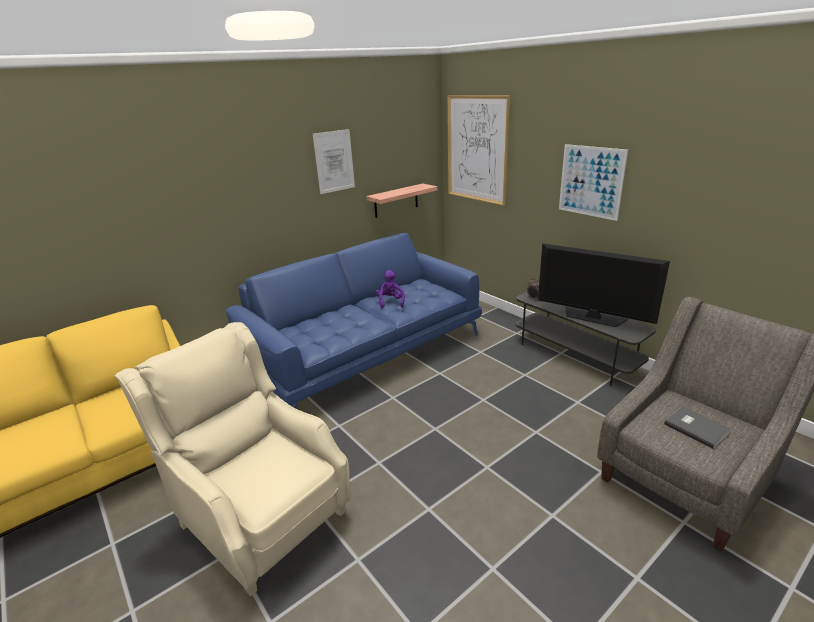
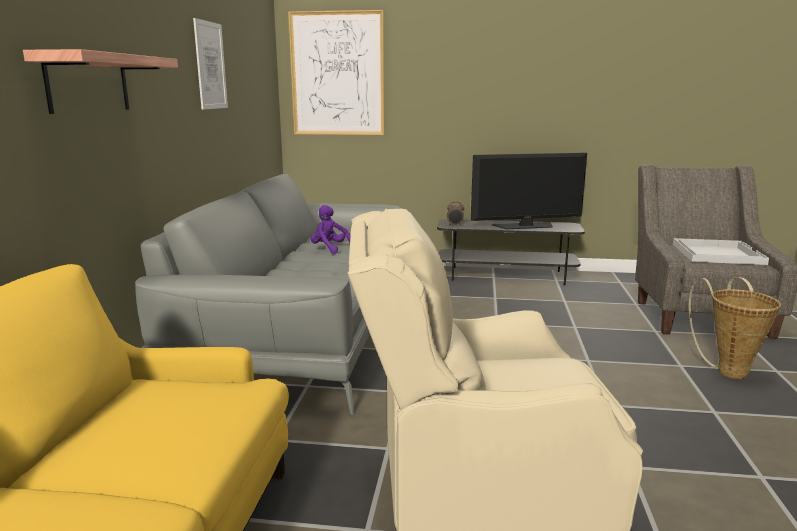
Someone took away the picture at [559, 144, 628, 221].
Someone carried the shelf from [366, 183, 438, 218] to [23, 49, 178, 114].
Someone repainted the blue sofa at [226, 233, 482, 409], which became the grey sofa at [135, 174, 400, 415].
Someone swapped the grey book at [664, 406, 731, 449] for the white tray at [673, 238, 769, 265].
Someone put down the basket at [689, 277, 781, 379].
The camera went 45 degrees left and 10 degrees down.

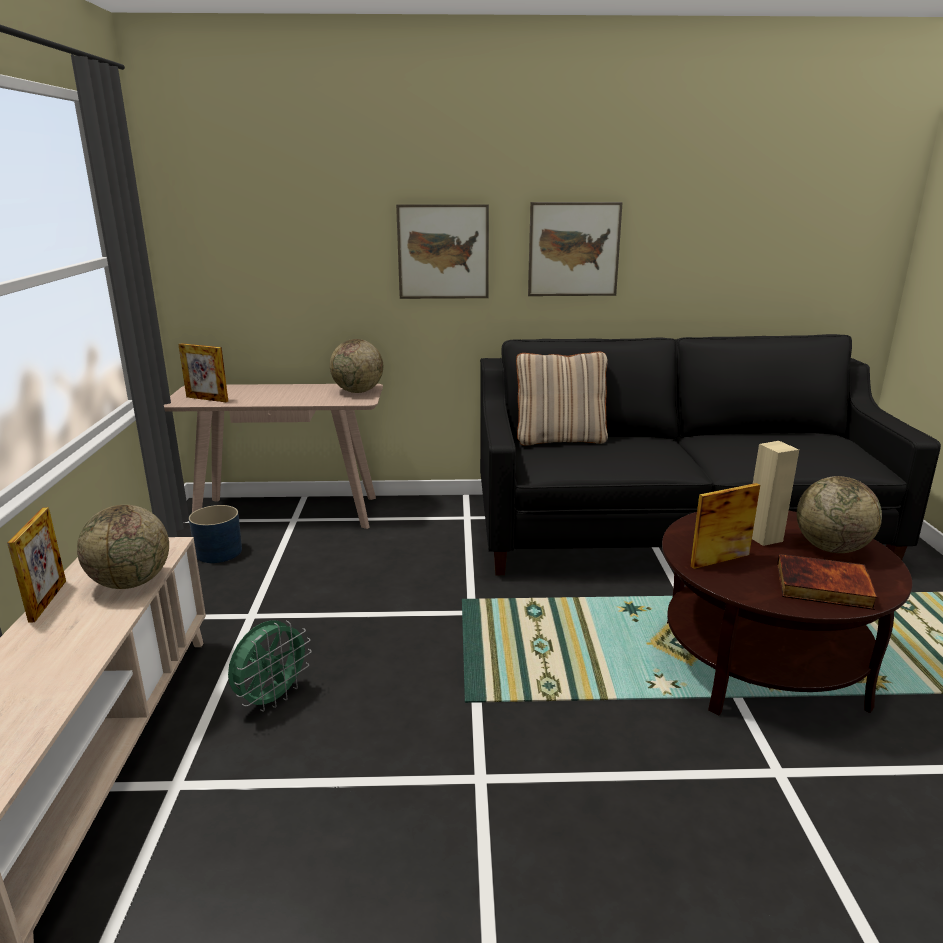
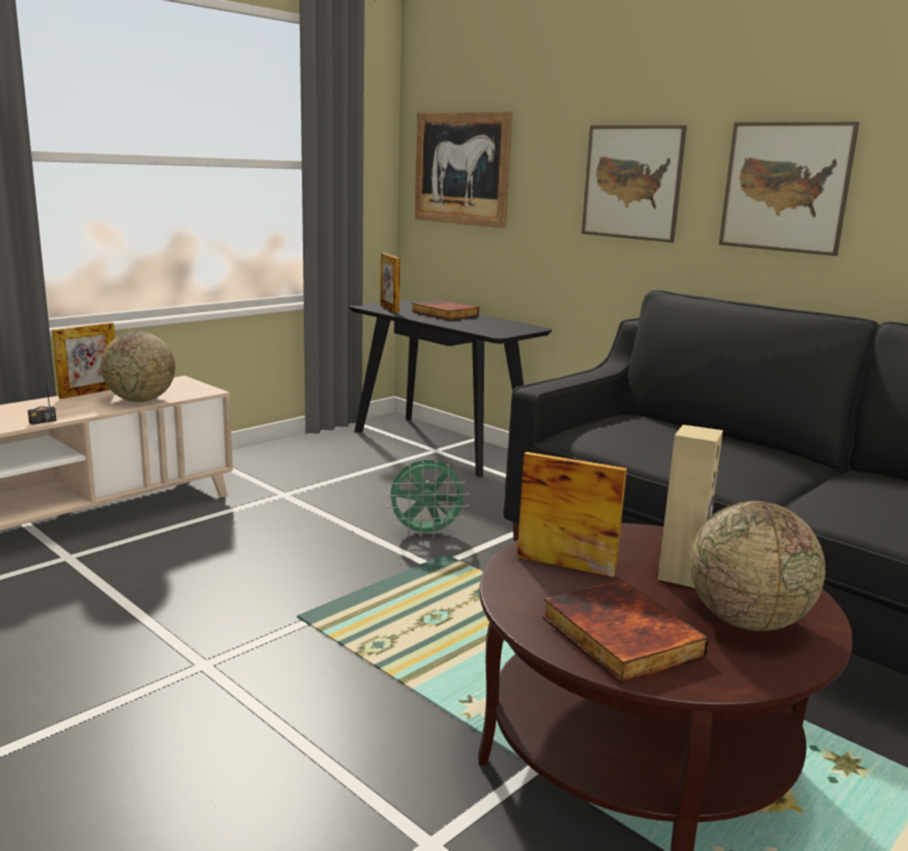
Someone took away the globe at [330, 339, 383, 393].
Someone took away the beige pillow at [516, 352, 608, 446].
Someone repainted the beige console table at [164, 384, 383, 529], which became the black console table at [349, 300, 552, 477].
Someone took away the blue planter at [189, 505, 242, 563].
Someone carried the green fan from [228, 620, 312, 712] to [387, 460, 469, 538].
Someone put up the picture at [415, 111, 512, 228].
Someone put down the book at [411, 300, 479, 320].
Someone put down the radio at [28, 359, 57, 425].
The camera went 45 degrees right and 5 degrees down.

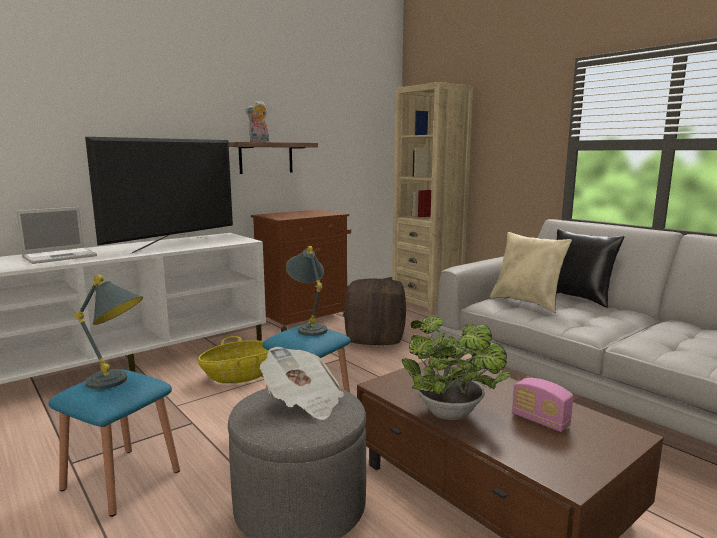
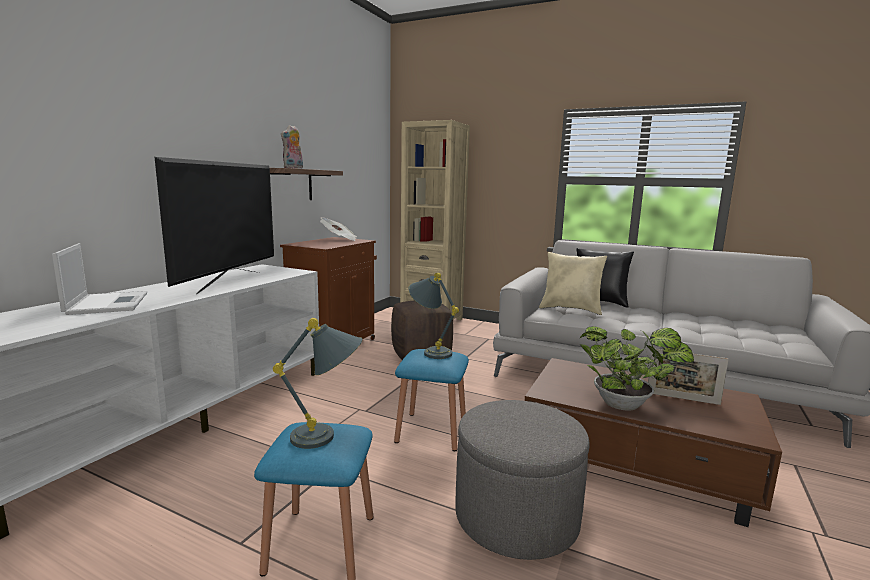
Someone rotated the laptop at [15, 207, 97, 264] by 45 degrees counterclockwise.
Someone took away the basket at [198, 336, 269, 384].
Someone carried the newspaper from [260, 347, 344, 420] to [320, 217, 357, 241].
Someone swapped the radio at [512, 378, 573, 432] for the picture frame at [648, 349, 729, 405].
The camera went 25 degrees left and 0 degrees up.

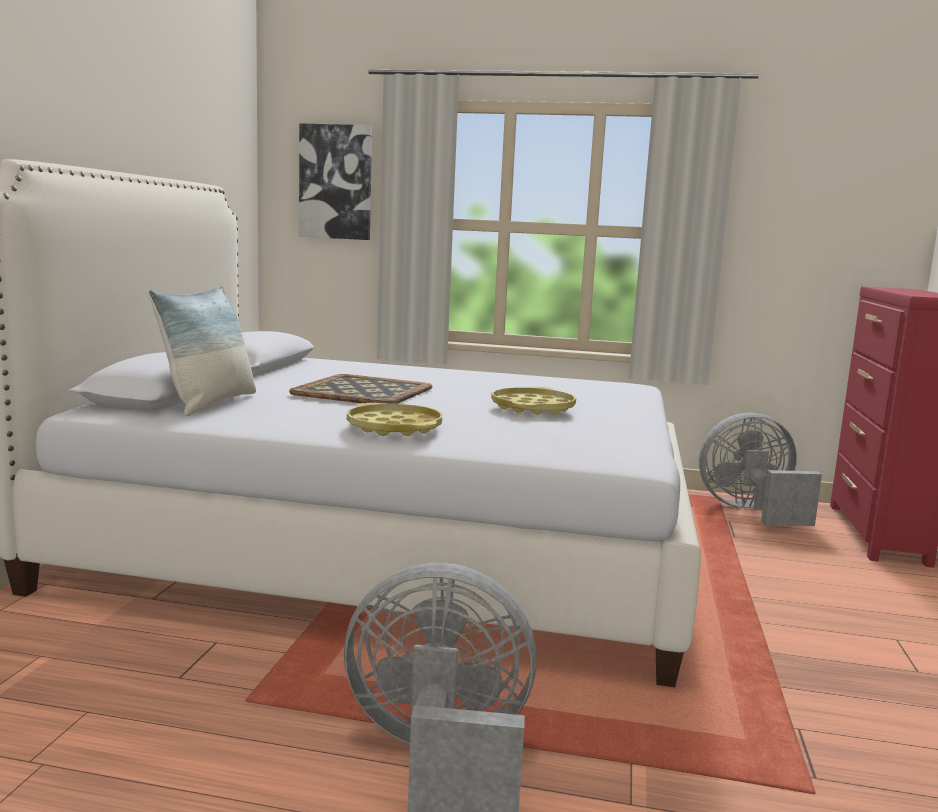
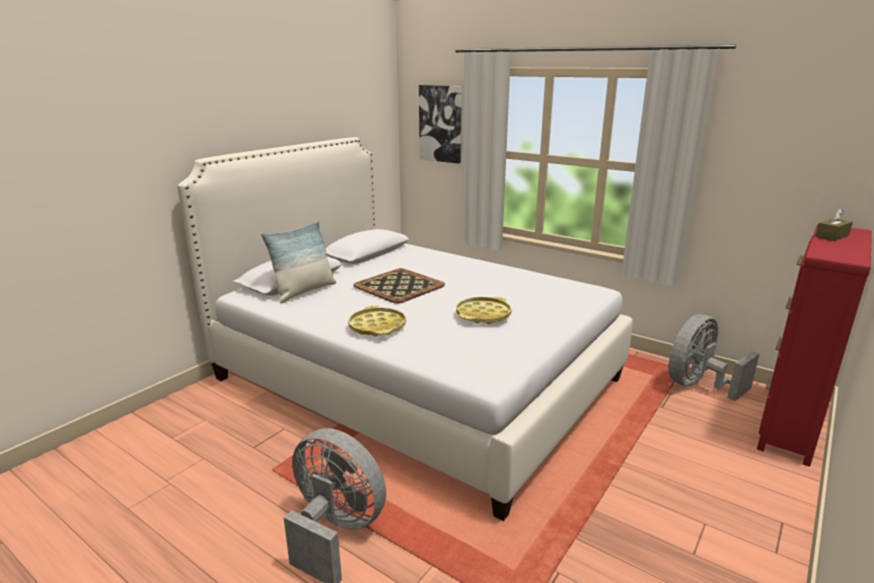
Someone rotated the grey fan at [699, 413, 822, 526] by 60 degrees counterclockwise.
Someone put down the brown tissue box at [815, 208, 853, 241].
The camera went 25 degrees right and 10 degrees up.

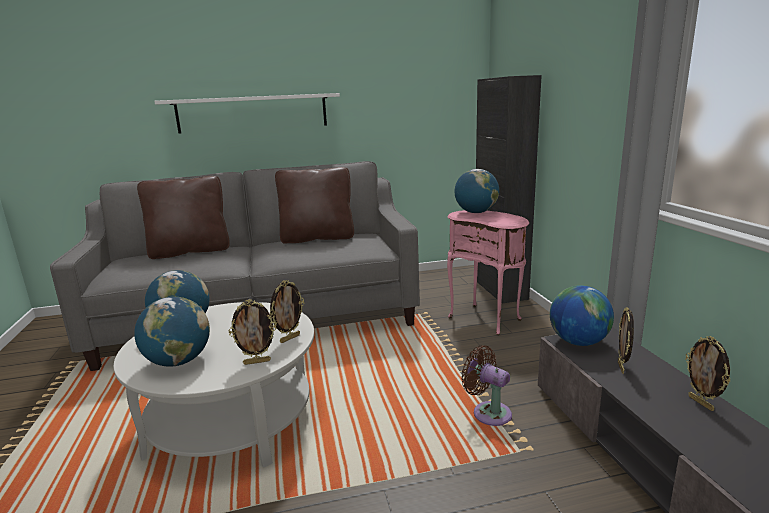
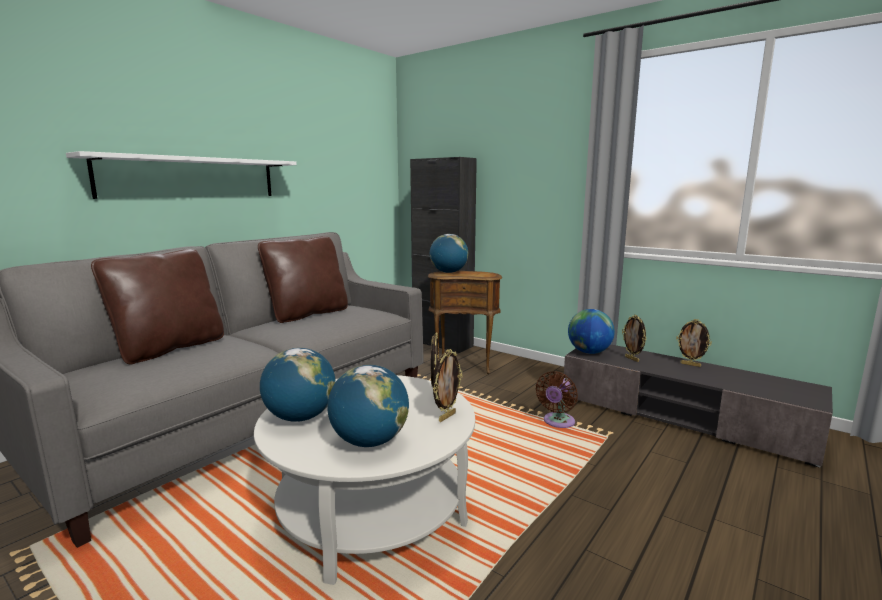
Someone repainted the pink side table at [447, 210, 529, 335], which became the brown side table at [428, 271, 502, 374].
Someone rotated the brown fan at [461, 345, 512, 426] by 60 degrees counterclockwise.
The camera went 40 degrees left and 5 degrees down.

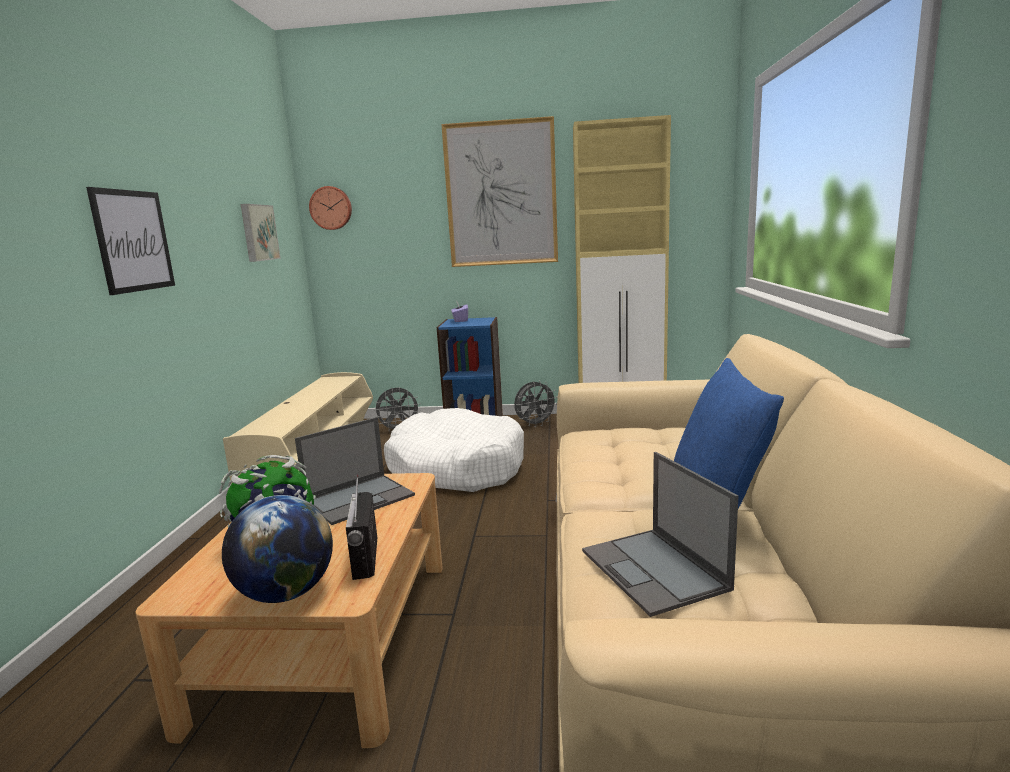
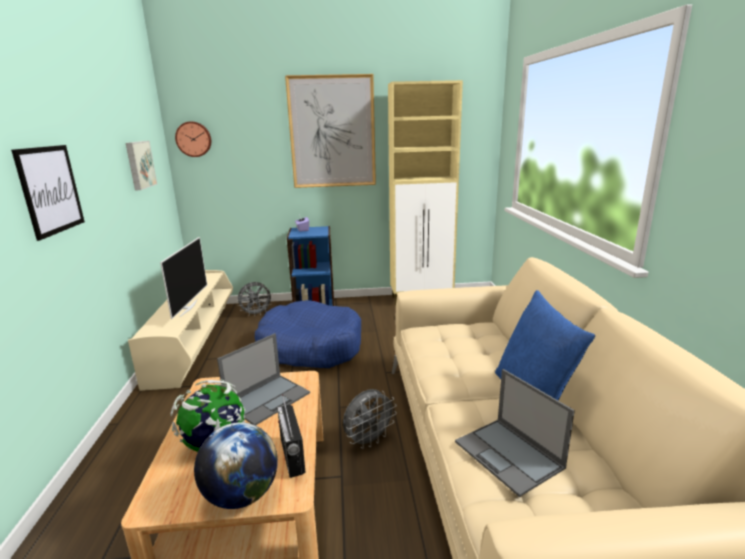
Someone carried the grey fan from [514, 381, 557, 427] to [343, 389, 397, 449].
Someone repainted the white dog bed at [384, 408, 524, 492], which became the blue dog bed at [255, 300, 361, 368].
Someone put down the television at [160, 237, 207, 319].
The camera went 10 degrees left and 5 degrees up.

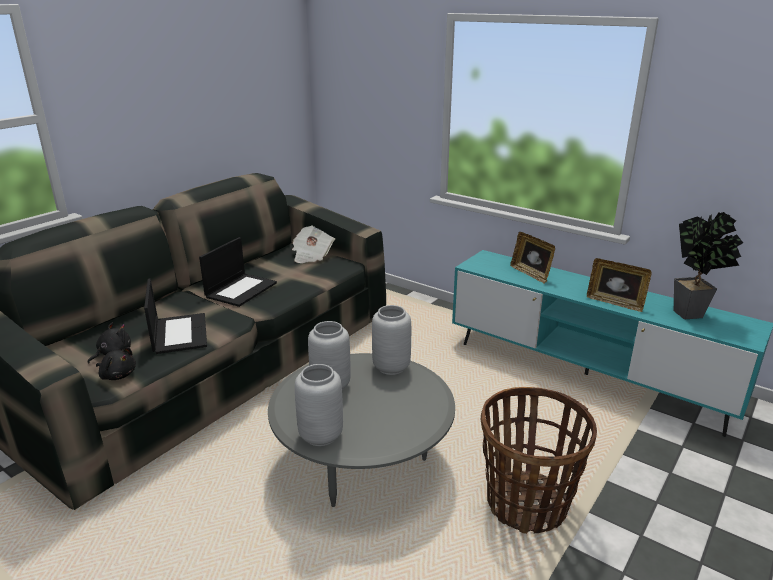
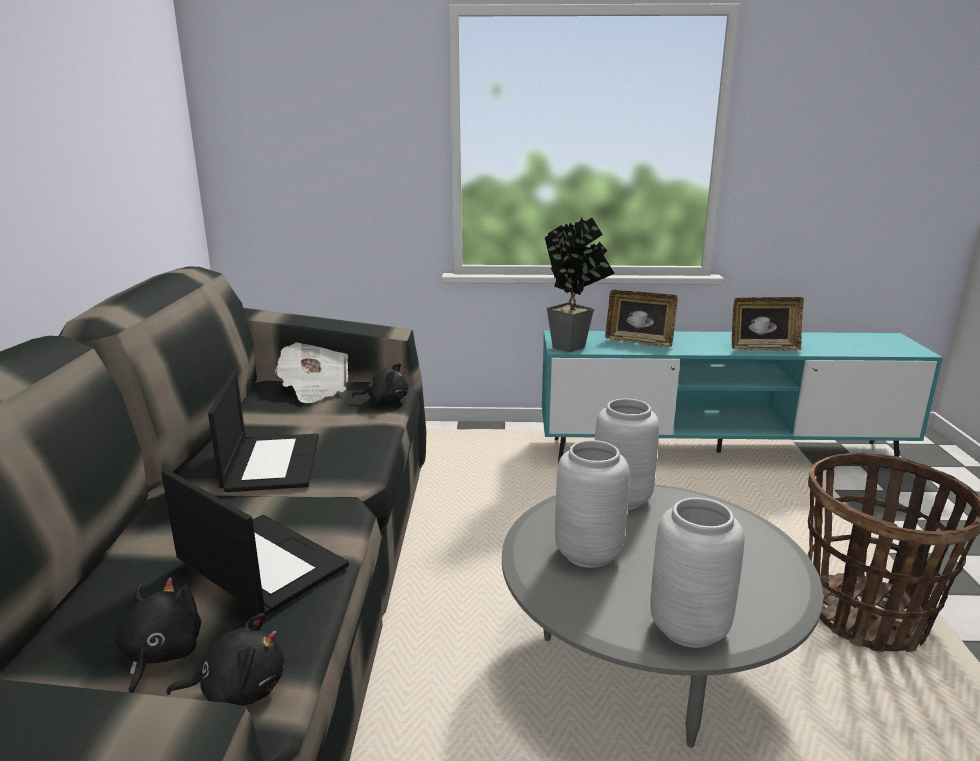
Someone carried the potted plant from [674, 212, 743, 319] to [545, 217, 615, 352].
Someone put down the black plush toy at [352, 363, 409, 404].
The camera went 35 degrees left and 5 degrees down.

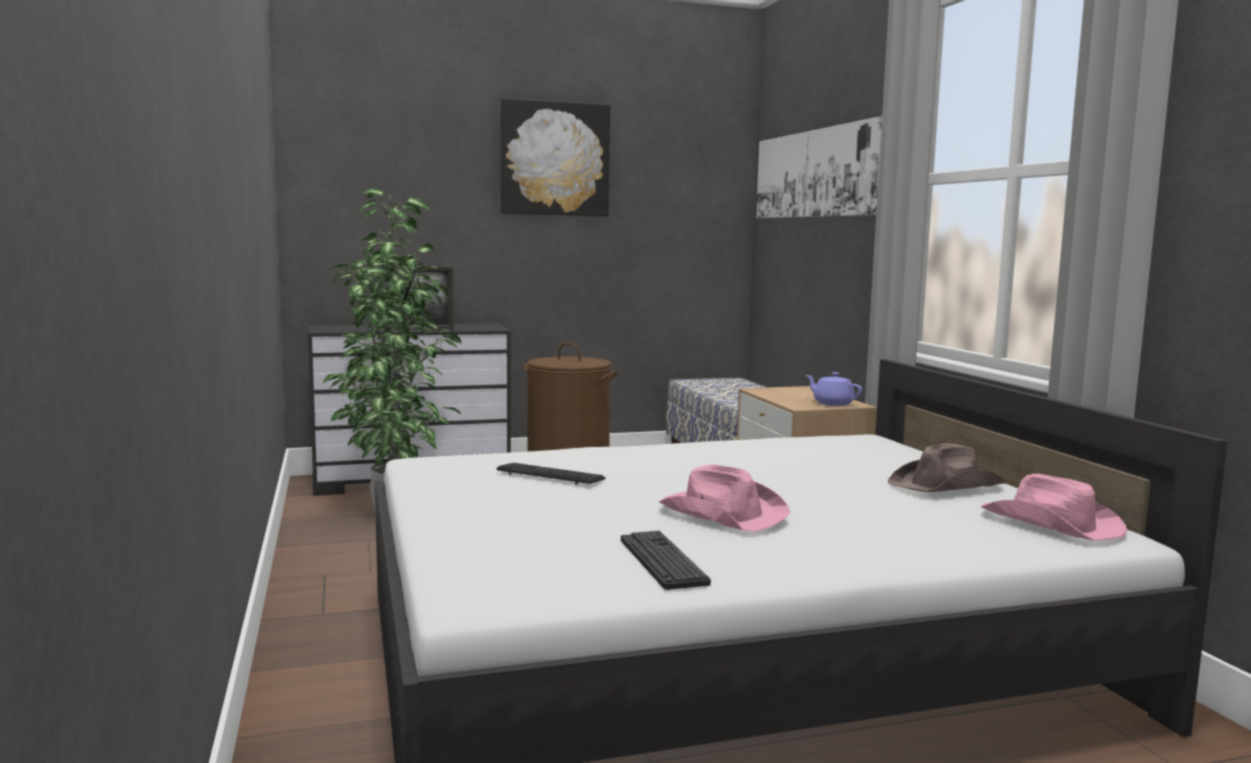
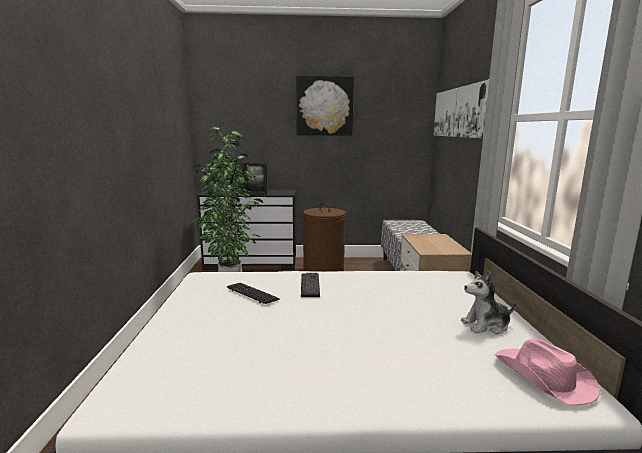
Someone took away the purple teapot at [806, 372, 862, 406].
Someone swapped the brown hat at [888, 443, 1005, 492] for the plush toy at [461, 271, 517, 334].
Someone took away the pink hat at [659, 464, 790, 532].
Someone carried the keyboard from [621, 531, 711, 590] to [301, 273, 320, 297].
The camera went 15 degrees right and 5 degrees up.

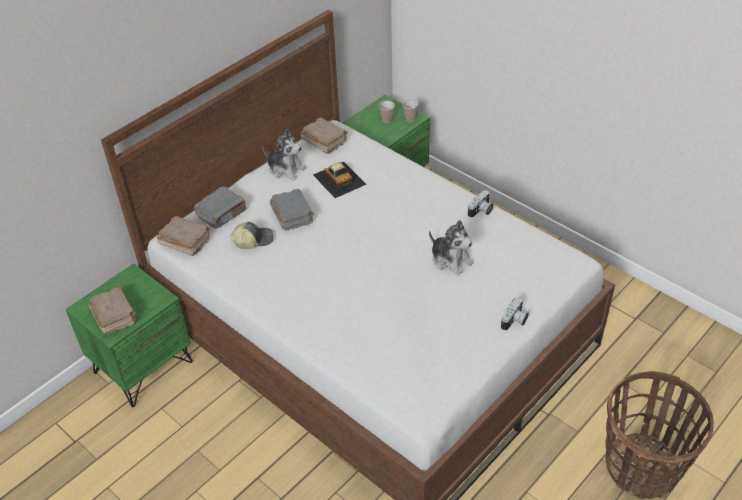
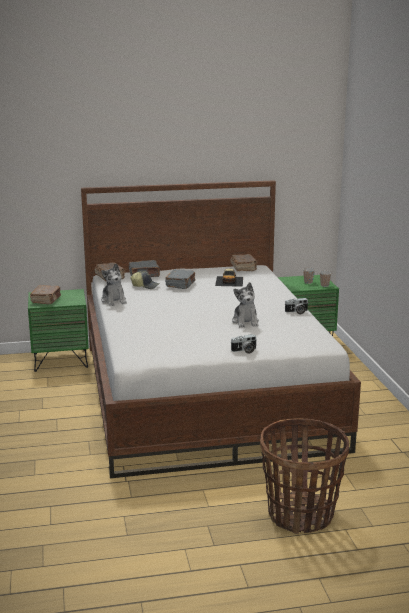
Someone carried the plush toy from [262, 129, 306, 180] to [101, 263, 127, 306].
The camera went 35 degrees right and 25 degrees down.

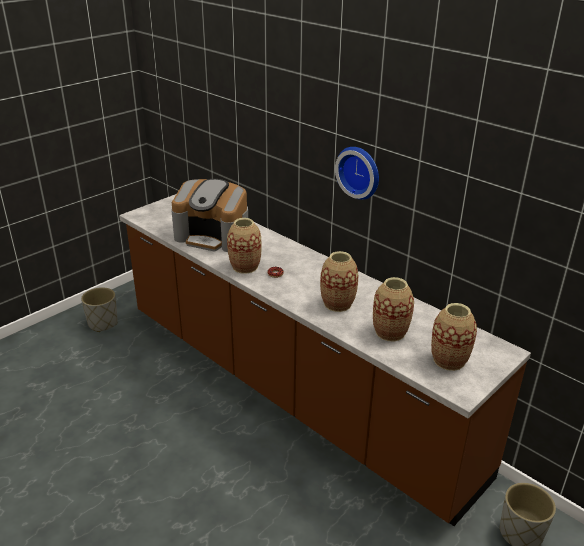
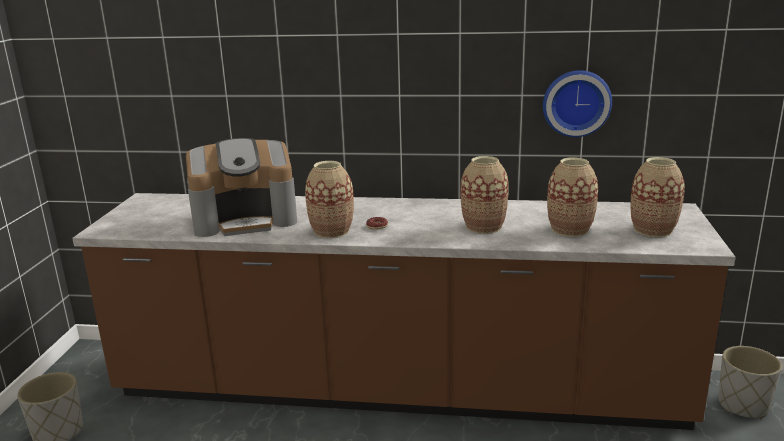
Someone carried the wall clock from [335, 147, 379, 200] to [543, 70, 612, 137].
The camera went 35 degrees left and 10 degrees down.

